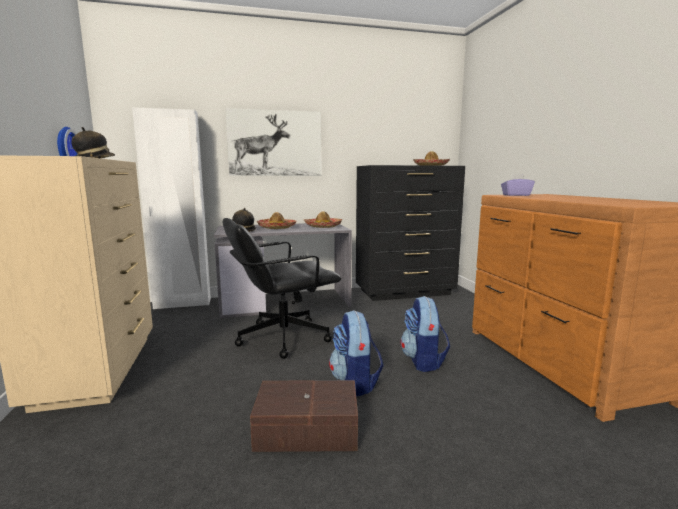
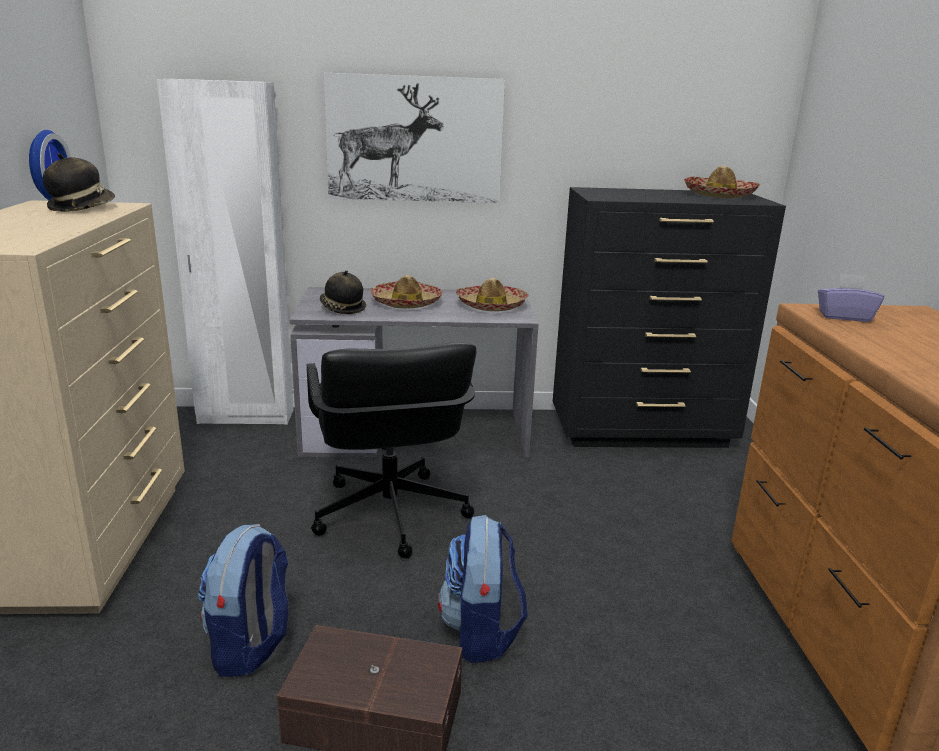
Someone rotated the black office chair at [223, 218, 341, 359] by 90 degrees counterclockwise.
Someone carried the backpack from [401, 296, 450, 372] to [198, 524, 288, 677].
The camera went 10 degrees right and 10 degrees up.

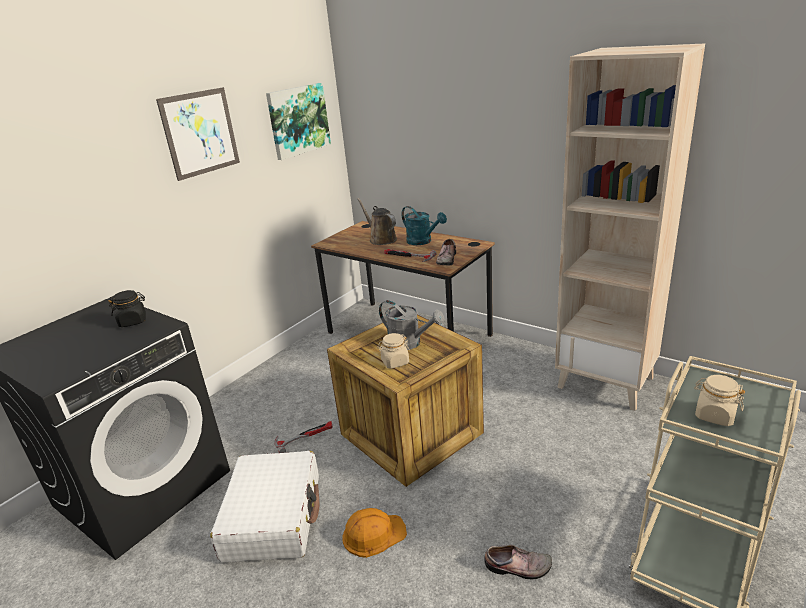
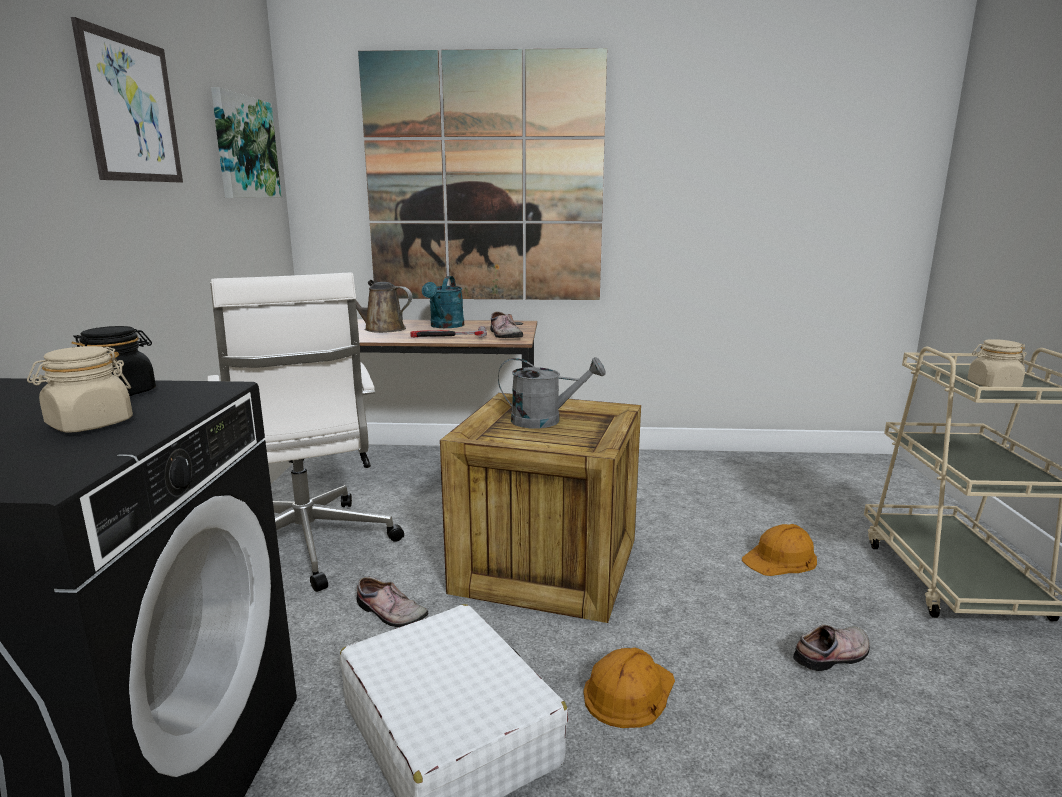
Someone took away the beige bookcase at [555, 43, 705, 411].
Someone rotated the turquoise watering can at [401, 206, 447, 245] by 90 degrees clockwise.
Someone carried the beige jar from [377, 333, 410, 369] to [27, 346, 133, 433].
Someone swapped the hammer at [274, 421, 332, 453] for the shoe at [357, 577, 428, 627].
Someone put up the picture at [358, 48, 607, 300].
Someone put down the white office chair at [207, 273, 404, 592].
Someone put down the orange hard hat at [742, 524, 817, 576].
The camera went 35 degrees left and 10 degrees down.

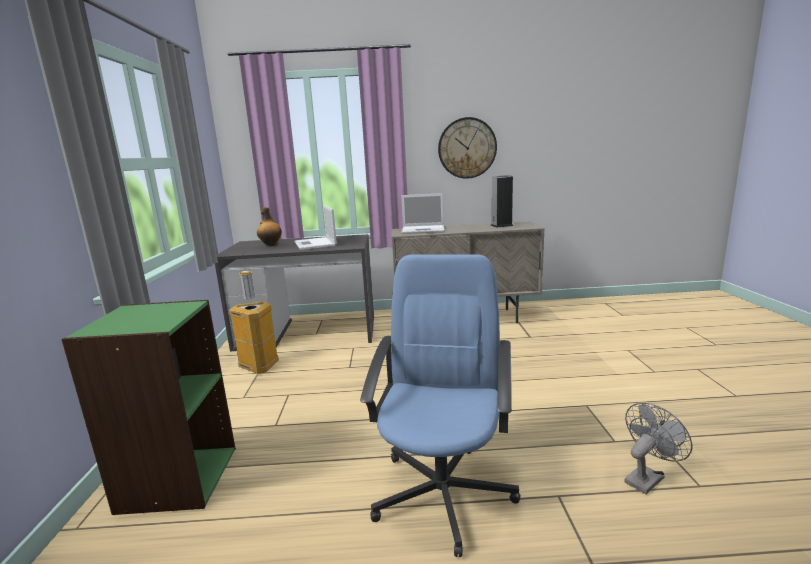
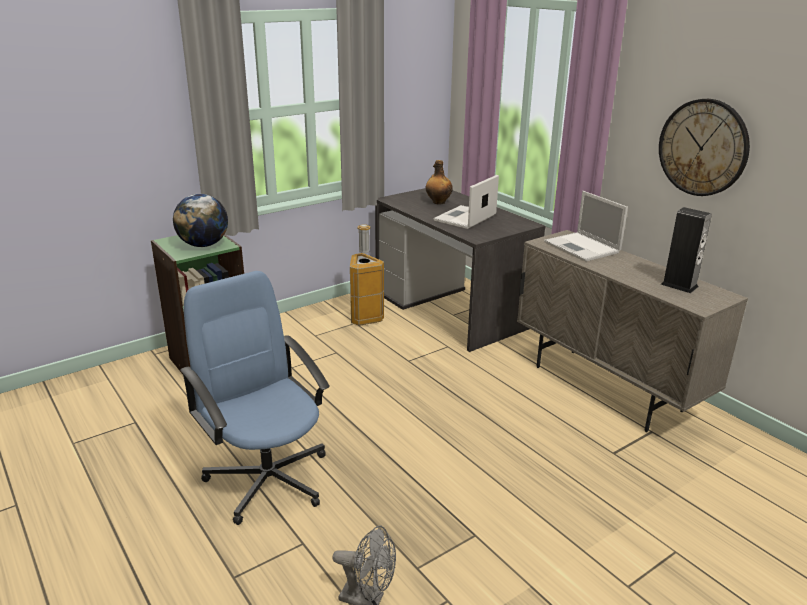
Someone rotated the blue office chair at [360, 254, 521, 557] by 105 degrees counterclockwise.
Someone put down the globe at [173, 194, 228, 247].
The camera went 55 degrees right and 10 degrees up.

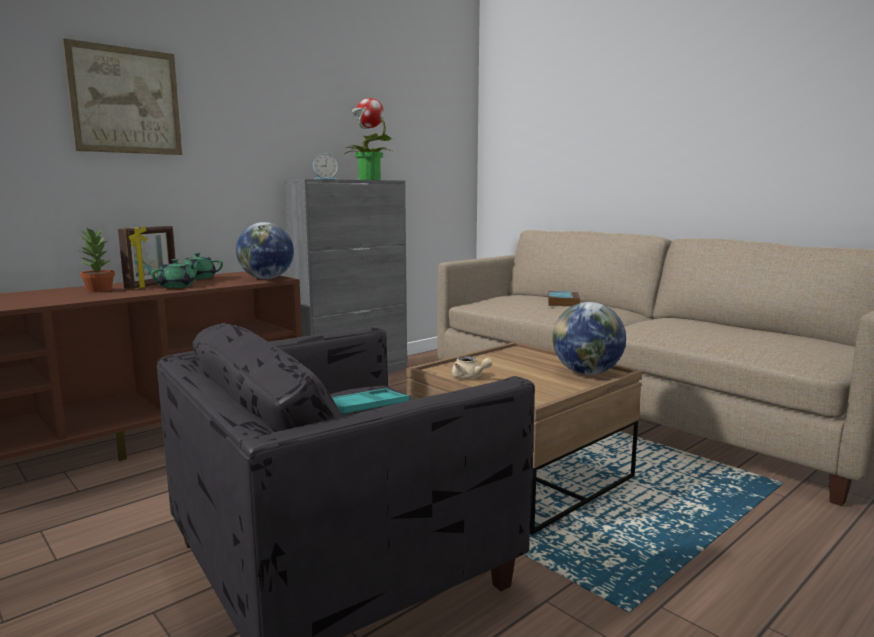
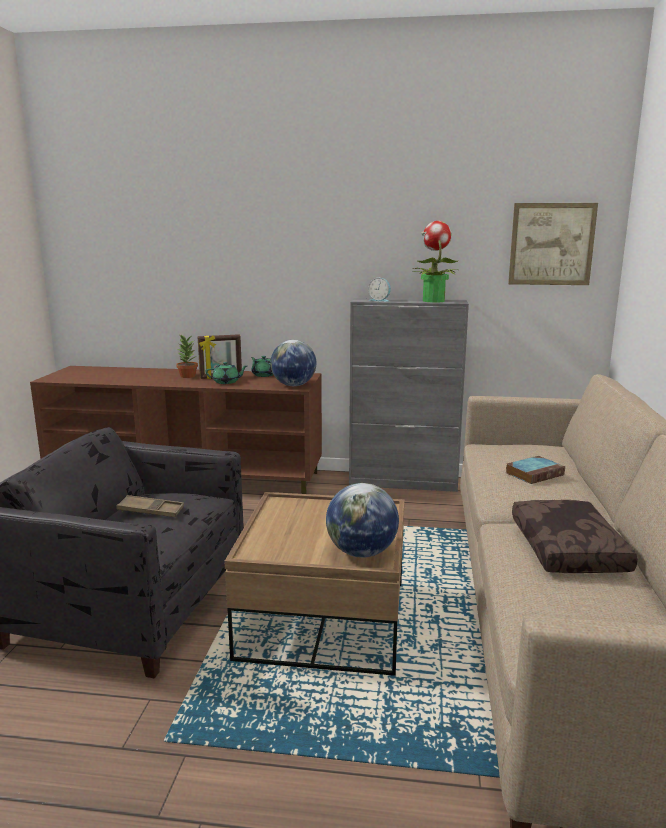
Someone carried the picture from [63, 38, 182, 155] to [508, 203, 598, 285].
Someone took away the beige teapot at [452, 356, 493, 379].
Someone repainted the turquoise tray at [332, 388, 409, 416], which became the brown tray at [117, 495, 184, 517].
Someone put down the brown pillow at [512, 500, 638, 573].
The camera went 50 degrees right and 5 degrees up.

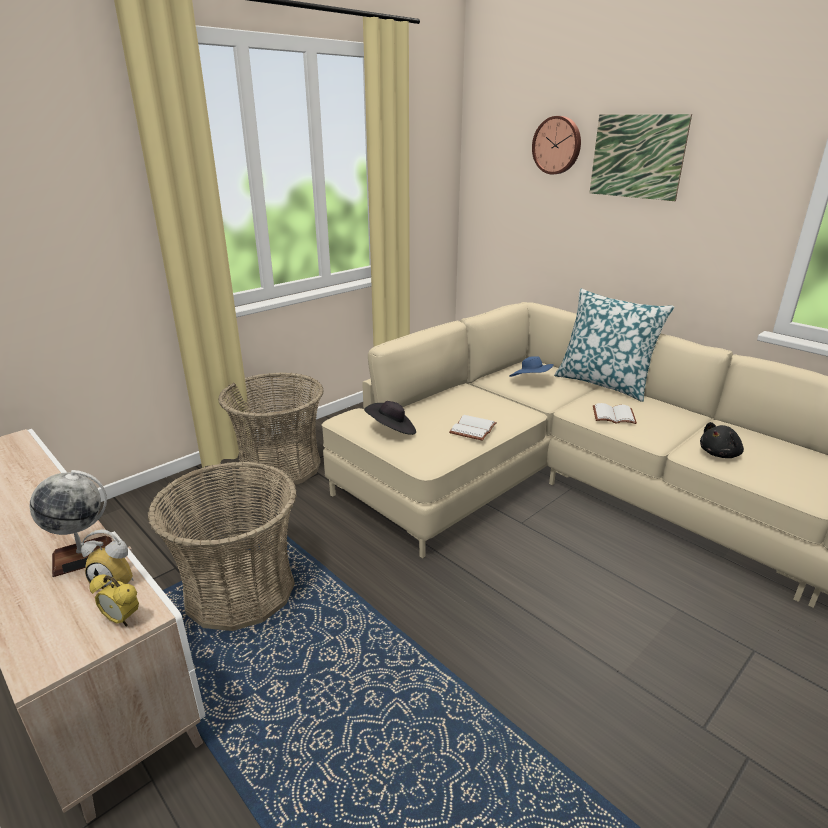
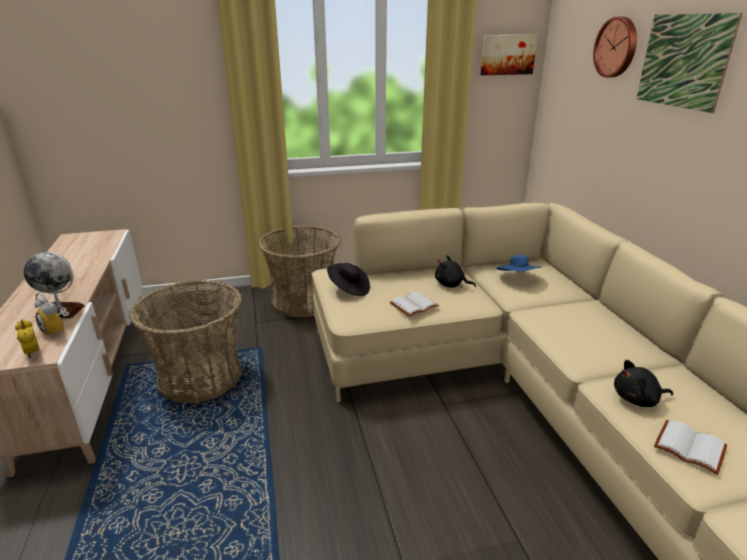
Someone took away the pillow at [554, 289, 674, 402].
Someone carried the white book from [593, 403, 637, 424] to [654, 420, 727, 475].
Someone put up the picture at [480, 35, 538, 75].
Someone put down the black plush toy at [435, 255, 476, 288].
The camera went 30 degrees right and 0 degrees up.

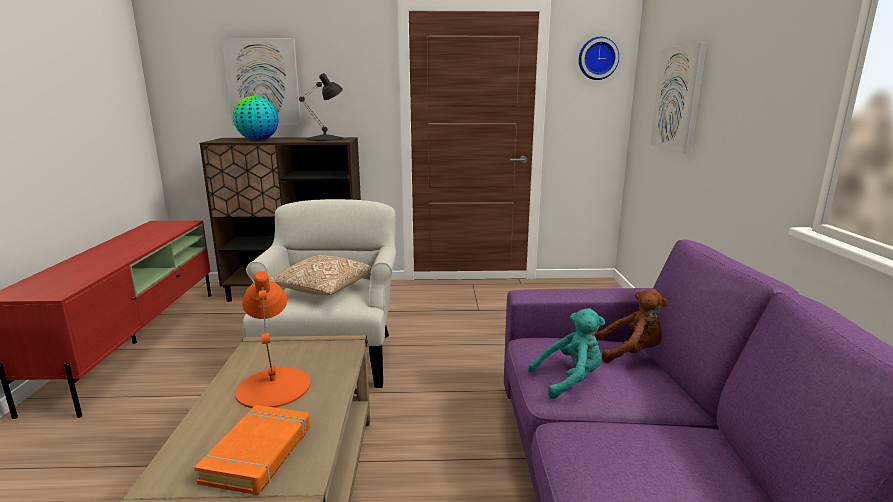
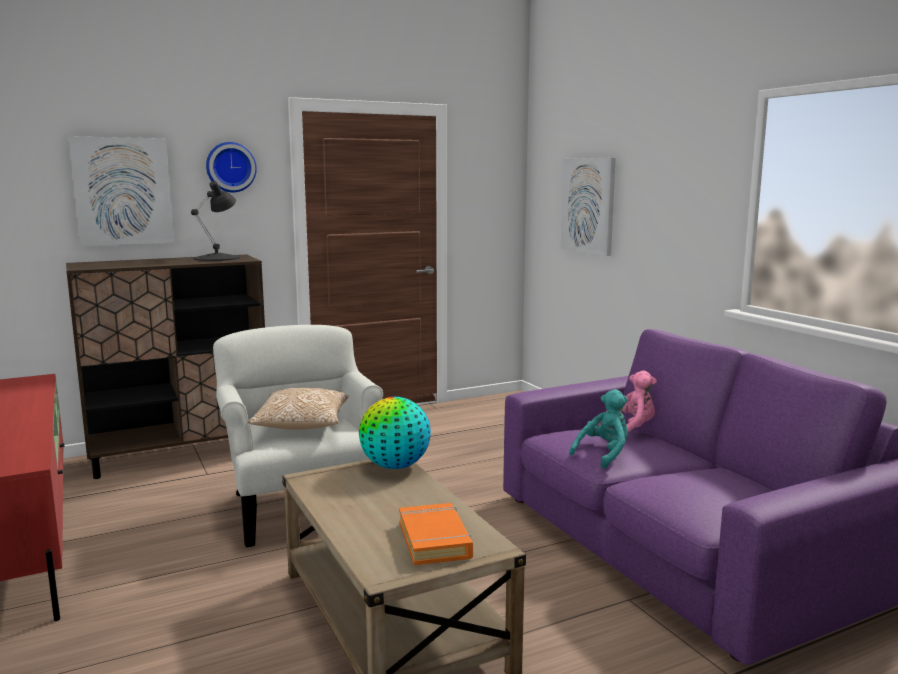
Someone carried the wall clock from [579, 37, 619, 80] to [206, 142, 257, 192].
Someone carried the globe from [233, 96, 279, 141] to [359, 397, 431, 469].
Someone took away the orange table lamp at [235, 271, 310, 408].
Someone repainted the brown plush toy at [595, 289, 668, 363], which became the pink plush toy at [597, 370, 657, 432].
The camera went 25 degrees left and 5 degrees down.

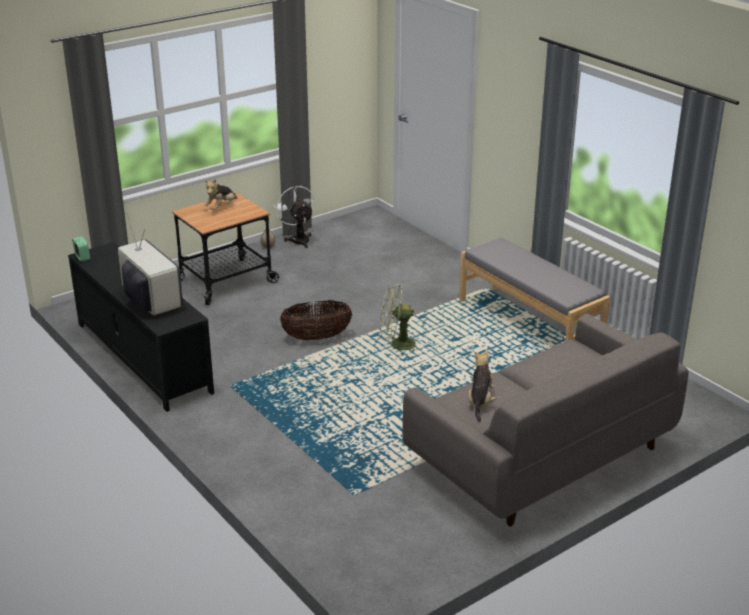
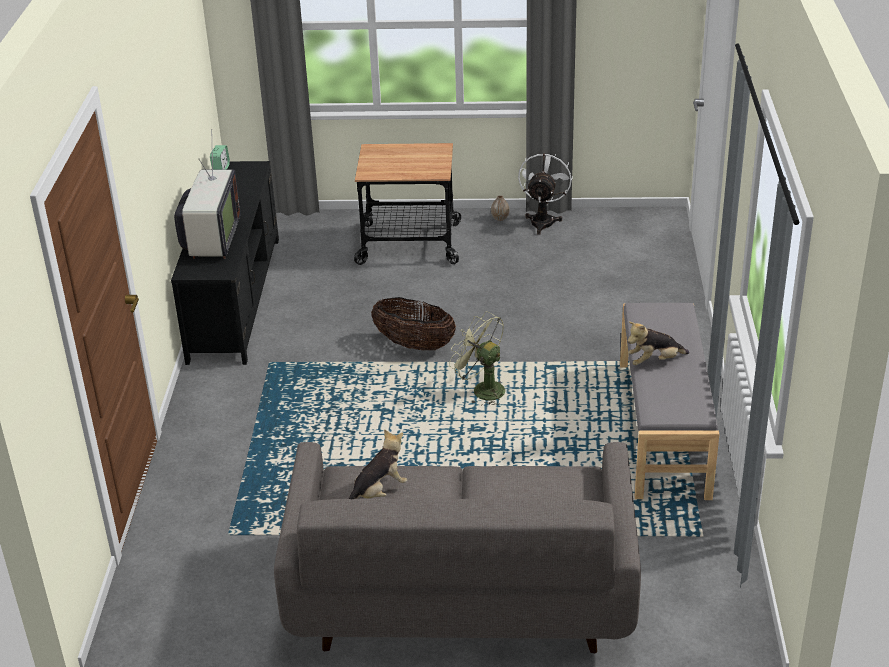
Someone carried the plush toy from [204, 179, 237, 210] to [628, 322, 690, 365].
The camera went 40 degrees right and 5 degrees up.

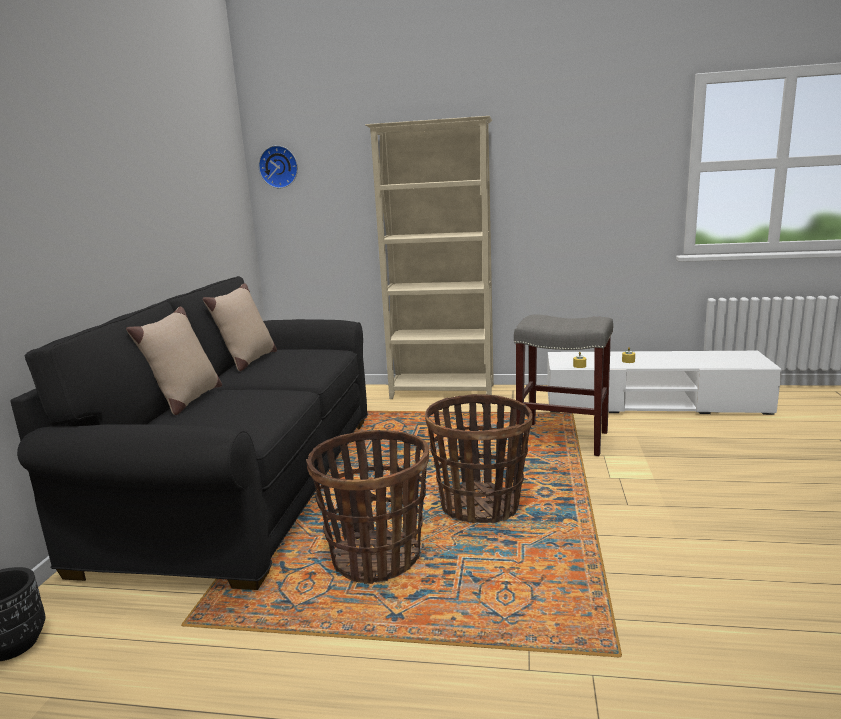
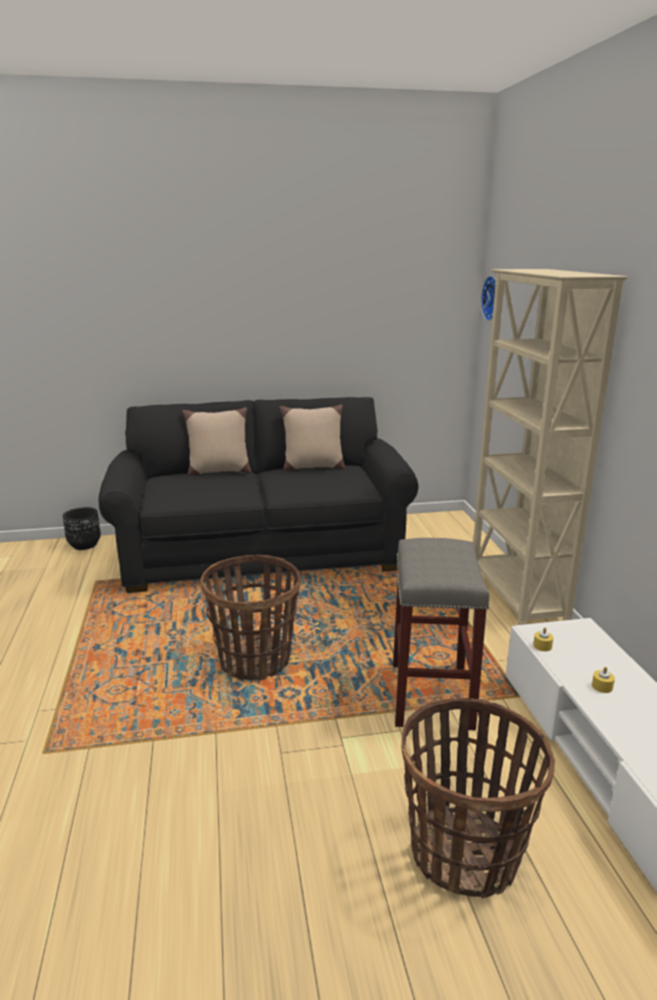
Someone carried the basket from [306, 430, 429, 584] to [401, 698, 555, 899].
The camera went 70 degrees right and 5 degrees up.

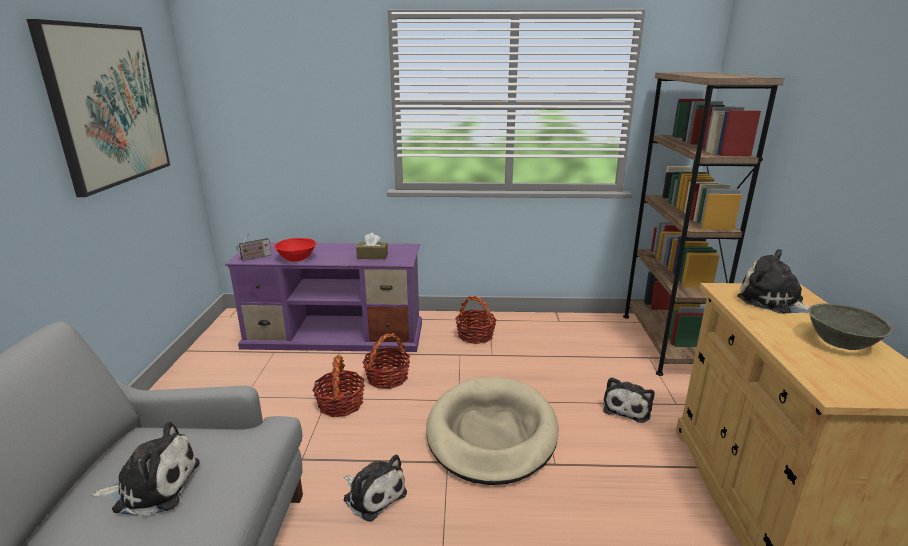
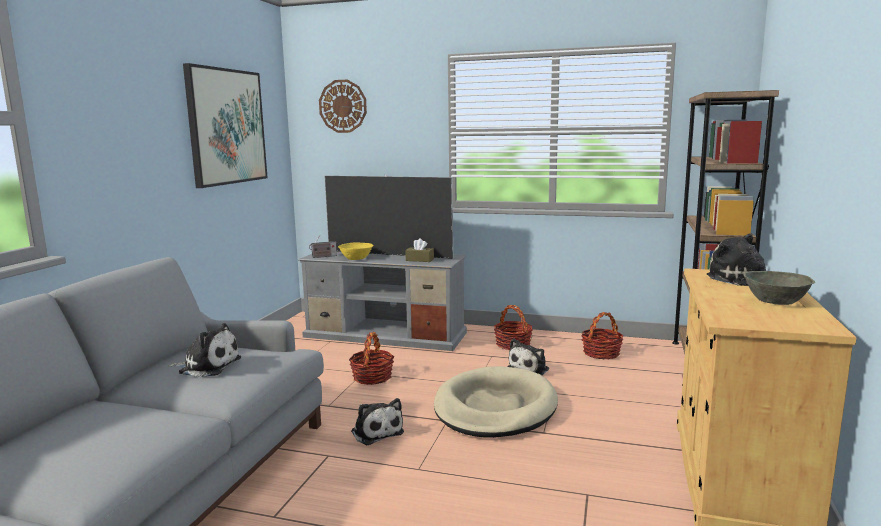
Someone repainted the red bowl at [274, 238, 316, 262], which became the yellow bowl at [338, 242, 374, 260].
Someone repainted the purple tv stand at [225, 242, 422, 352], which became the grey tv stand at [298, 252, 467, 351].
Someone carried the basket from [362, 333, 410, 389] to [581, 312, 623, 359].
Someone carried the plush toy from [603, 377, 655, 423] to [507, 339, 549, 375].
Someone put up the wall clock at [319, 80, 367, 133].
Someone put down the television at [325, 175, 453, 259].
The camera went 15 degrees right and 10 degrees down.

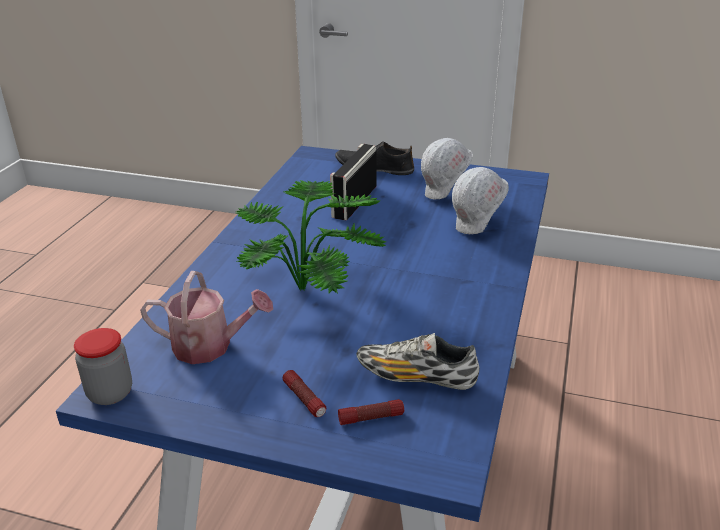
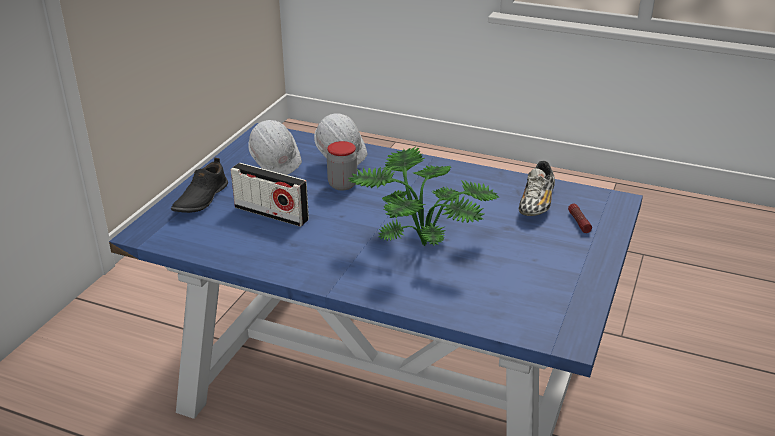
Someone took away the watering can at [140, 271, 273, 364].
Someone carried the jar from [74, 328, 132, 405] to [327, 141, 357, 191].
Someone took away the flashlight at [282, 370, 326, 417].
The camera went 85 degrees left and 0 degrees up.

